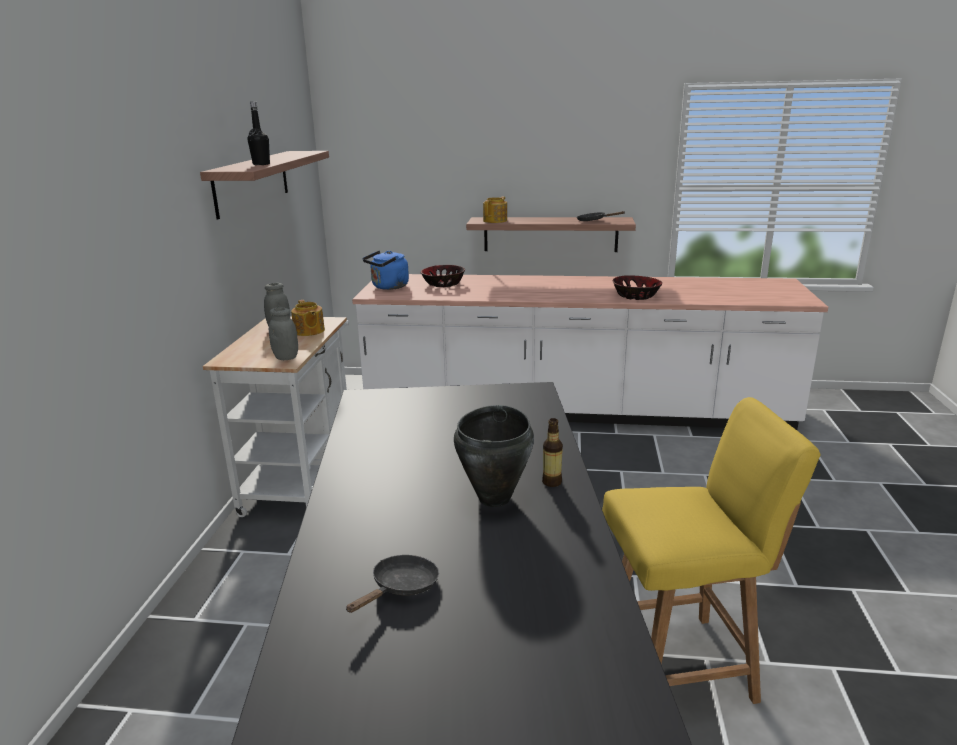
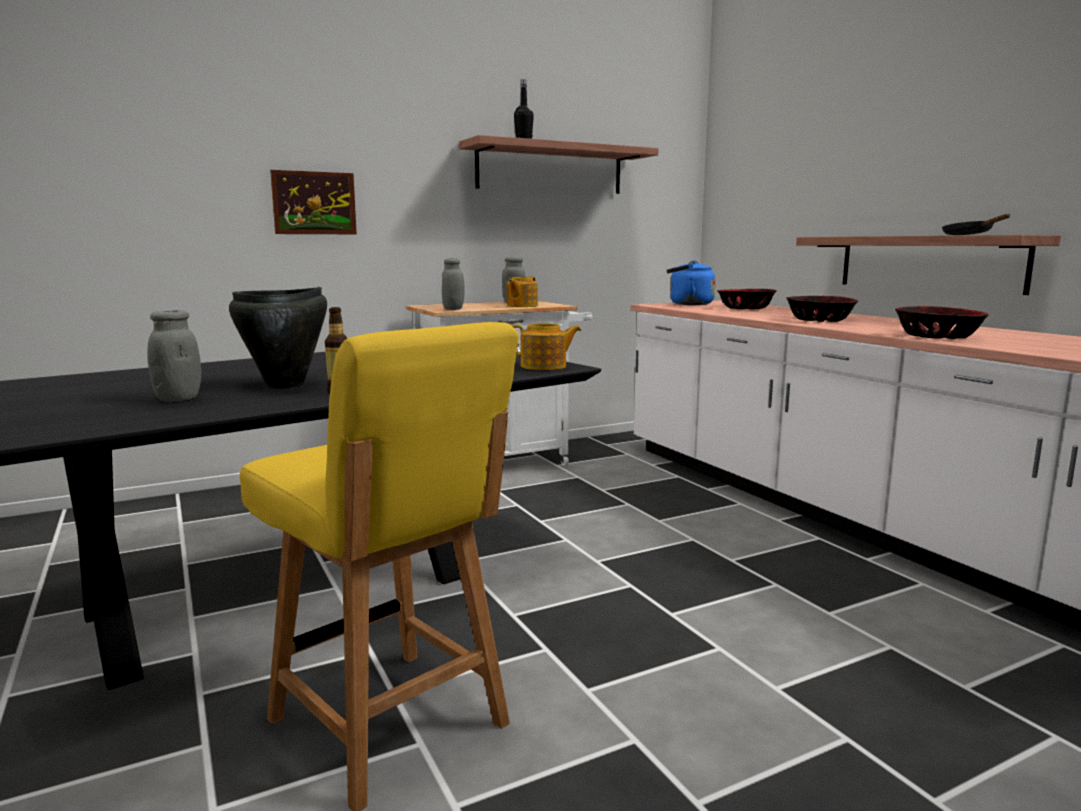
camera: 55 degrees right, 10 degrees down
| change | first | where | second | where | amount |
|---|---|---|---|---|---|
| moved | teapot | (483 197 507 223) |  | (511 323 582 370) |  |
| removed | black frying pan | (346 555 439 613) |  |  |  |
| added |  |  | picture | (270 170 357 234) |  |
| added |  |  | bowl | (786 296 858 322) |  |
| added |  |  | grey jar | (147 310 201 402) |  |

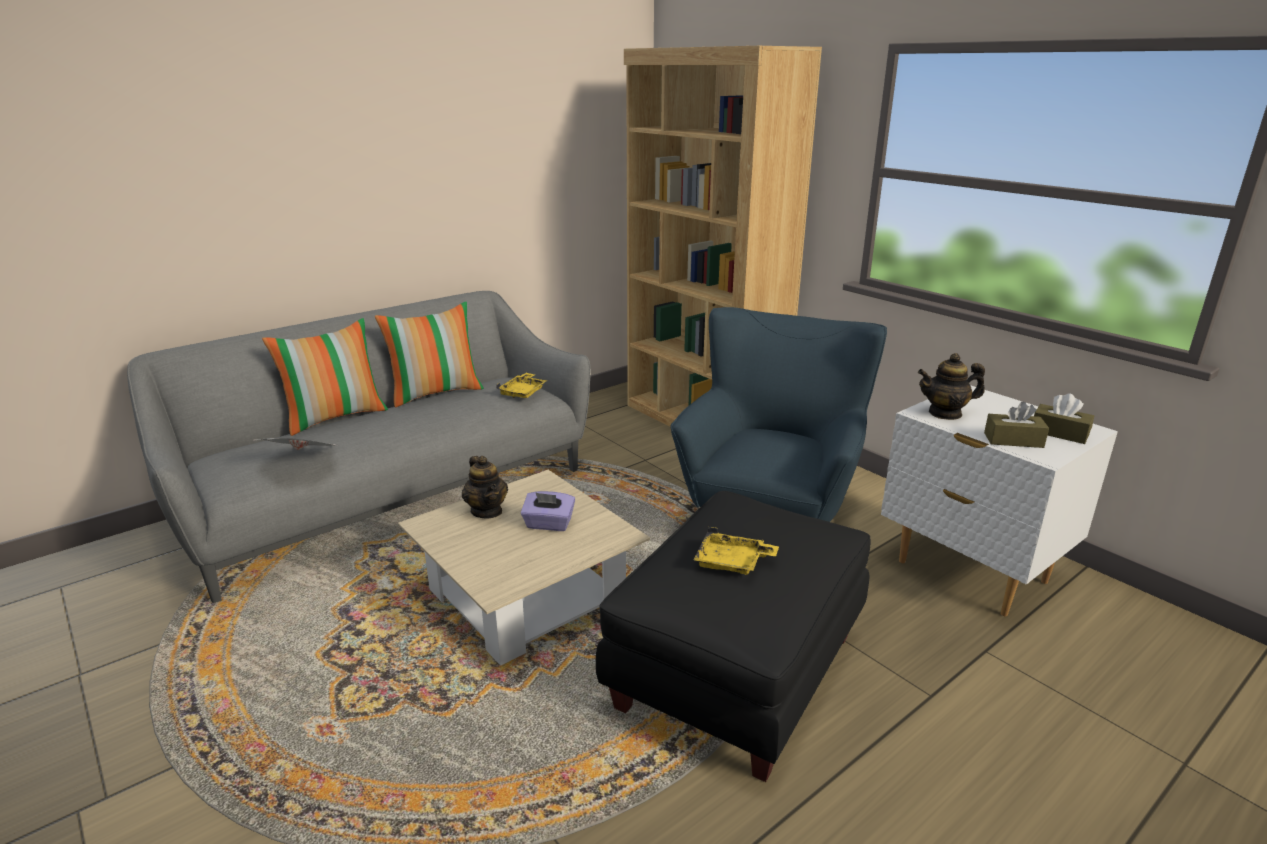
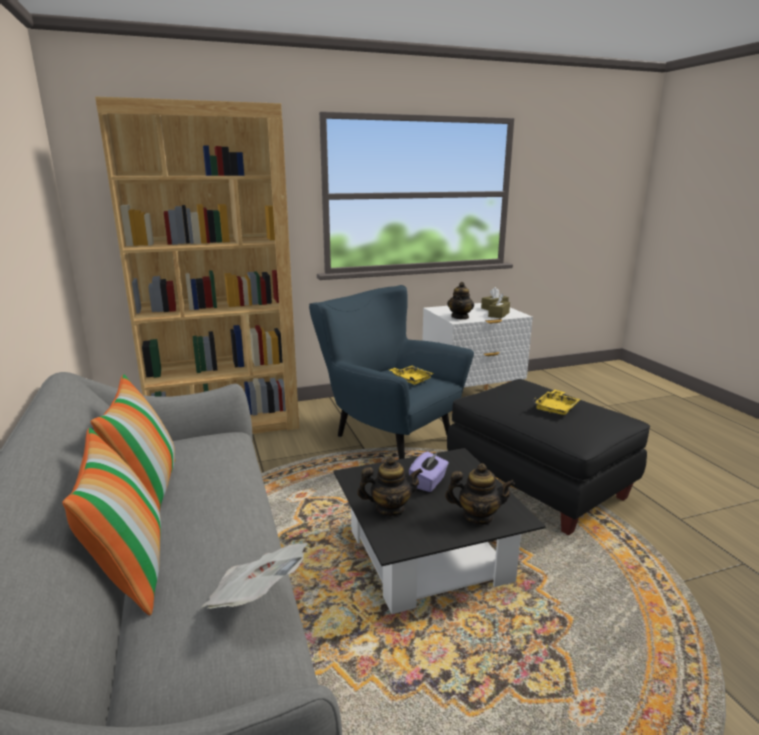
camera: 70 degrees left, 5 degrees down
| change | first | where | second | where | amount |
|---|---|---|---|---|---|
| moved | yellow tray | (496 373 547 398) |  | (390 366 433 385) |  |
| recoloured | beige coffee table | (398 470 650 666) | black coffee table | (333 448 546 614) |  |
| added |  |  | teapot | (445 463 515 525) |  |

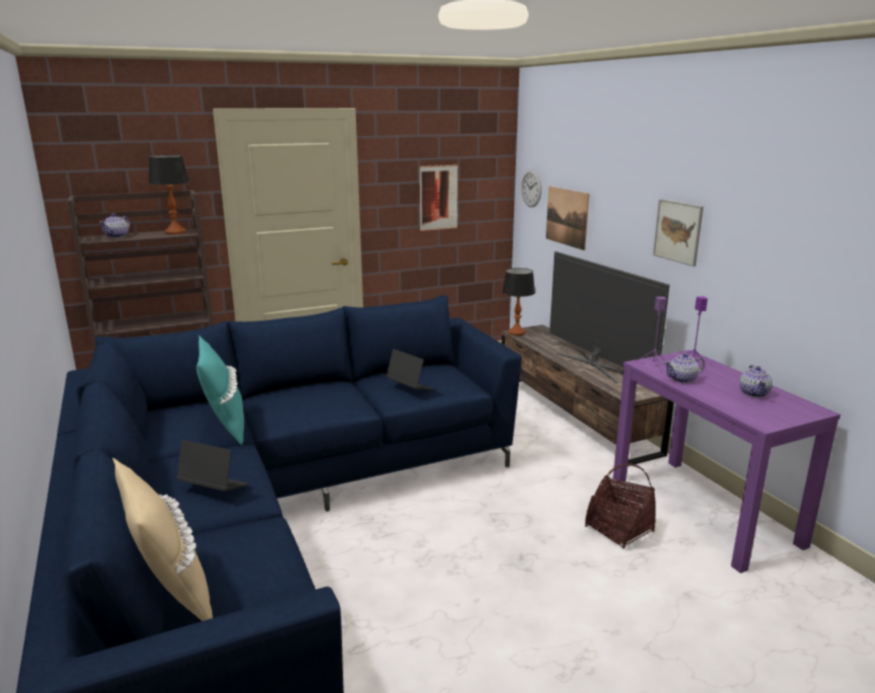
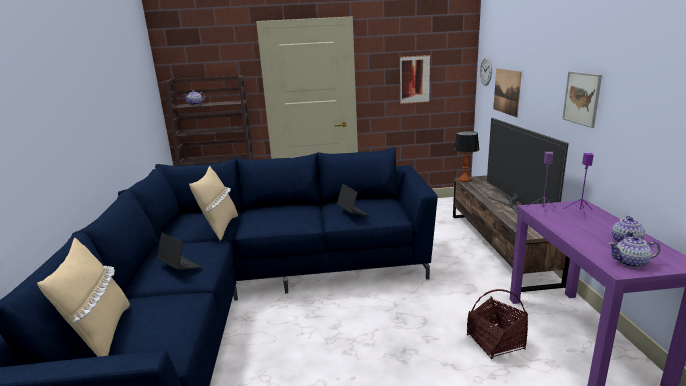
camera: 20 degrees right, 0 degrees up
| change | first | where | second | where | amount |
|---|---|---|---|---|---|
| removed | table lamp | (148 155 190 234) |  |  |  |
| recoloured | turquoise pillow | (197 335 244 445) | beige pillow | (189 166 238 241) |  |
| moved | teapot | (664 353 705 383) |  | (608 236 660 268) |  |

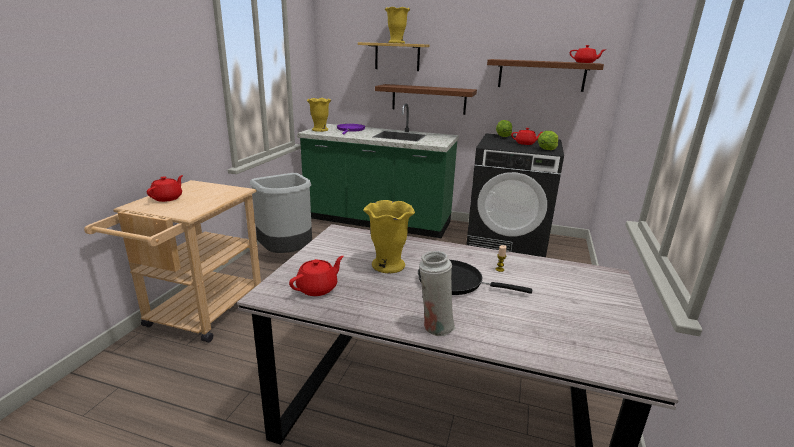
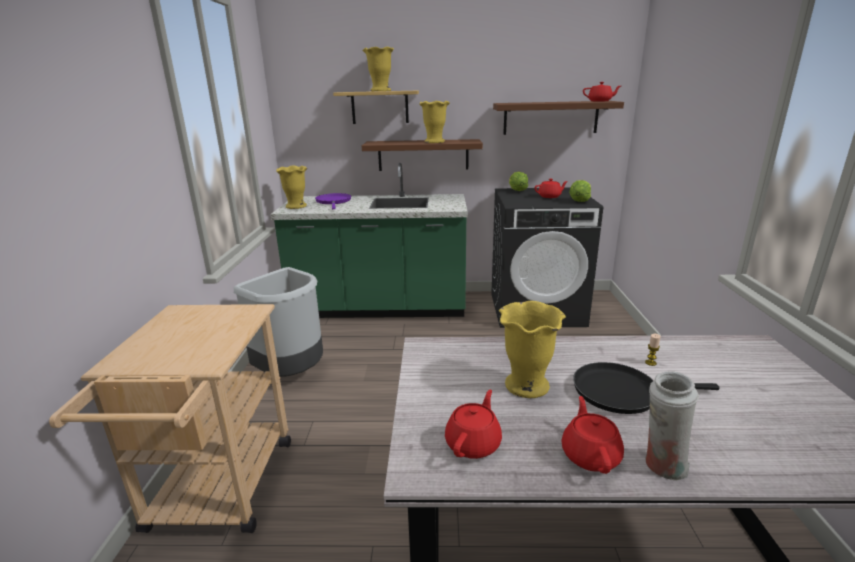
camera: 15 degrees left, 0 degrees up
| change | first | where | second | where | amount |
|---|---|---|---|---|---|
| moved | red teapot | (147 175 183 202) |  | (561 396 624 474) |  |
| added |  |  | yellow vase | (419 101 450 143) |  |

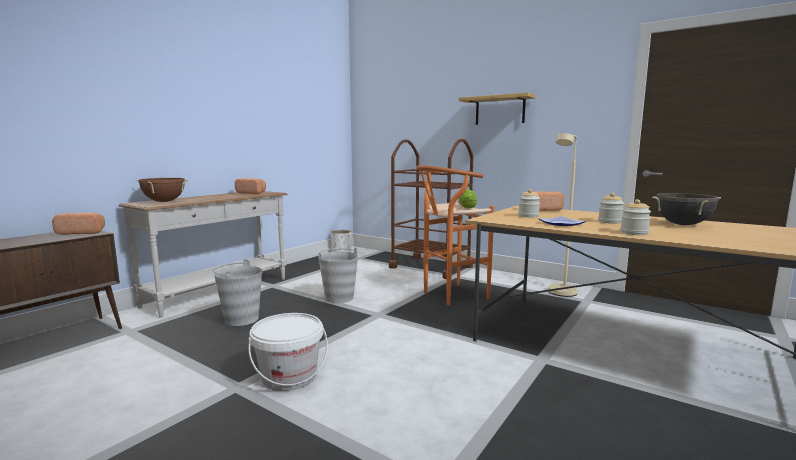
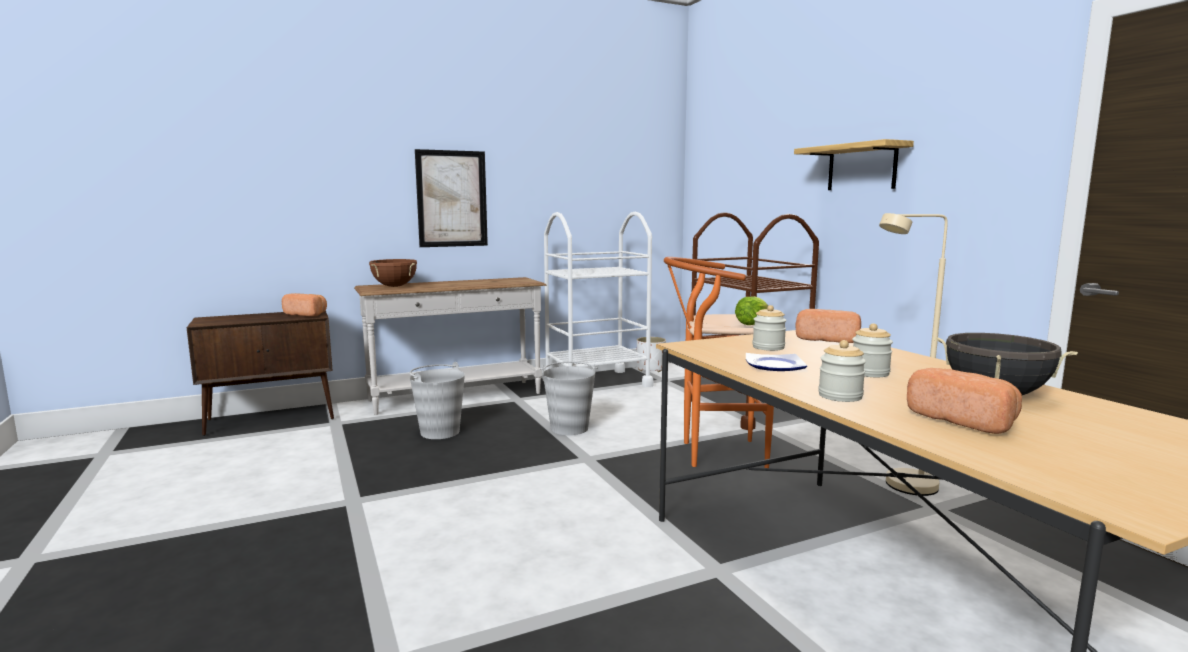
camera: 30 degrees right, 0 degrees up
| change | first | where | second | where | amount |
|---|---|---|---|---|---|
| moved | bread | (235 178 266 194) |  | (907 368 1022 434) |  |
| removed | white bucket | (248 313 328 391) |  |  |  |
| added |  |  | picture | (415 149 488 247) |  |
| added |  |  | white cart | (543 212 653 387) |  |

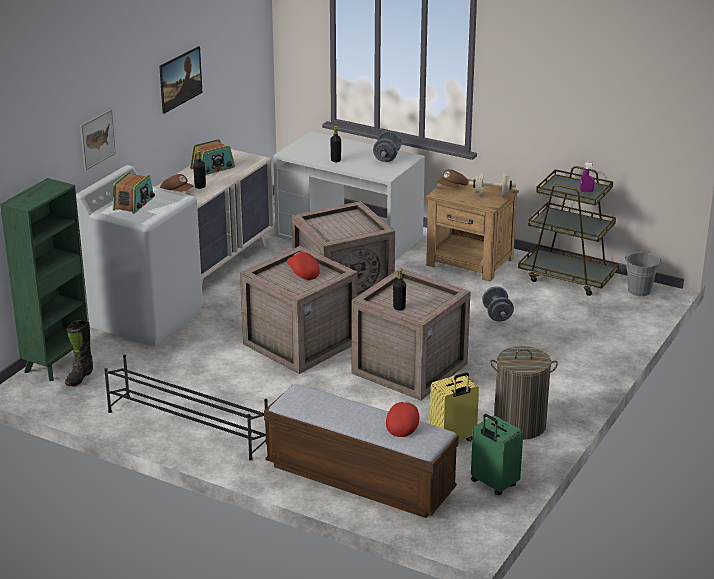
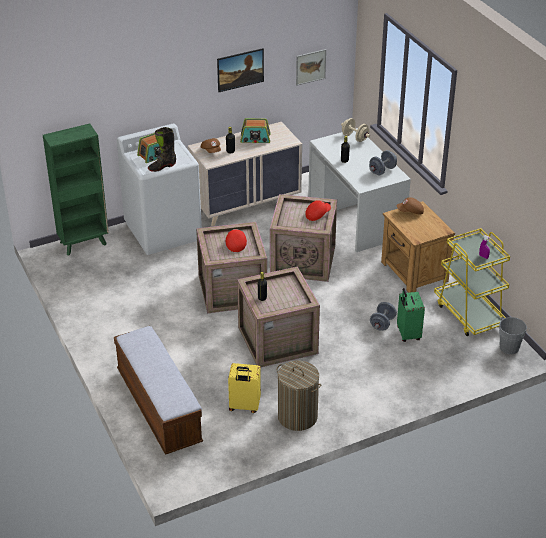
camera: 35 degrees right, 10 degrees up
| change | first | where | second | where | amount |
|---|---|---|---|---|---|
| moved | picture | (80 109 116 170) |  | (296 49 326 85) |  |
| recoloured | brown cart | (518 166 619 296) | yellow cart | (434 228 510 336) |  |
| moved | beige dumbbell | (469 171 516 198) |  | (341 118 370 142) |  |
| moved | black boot | (65 320 93 386) |  | (148 127 176 172) |  |
| removed | black shoe rack | (104 355 268 460) |  |  |  |
| moved | red cap | (386 401 419 437) |  | (305 200 331 221) |  |
| moved | green suitcase | (471 414 523 495) |  | (397 288 425 342) |  |

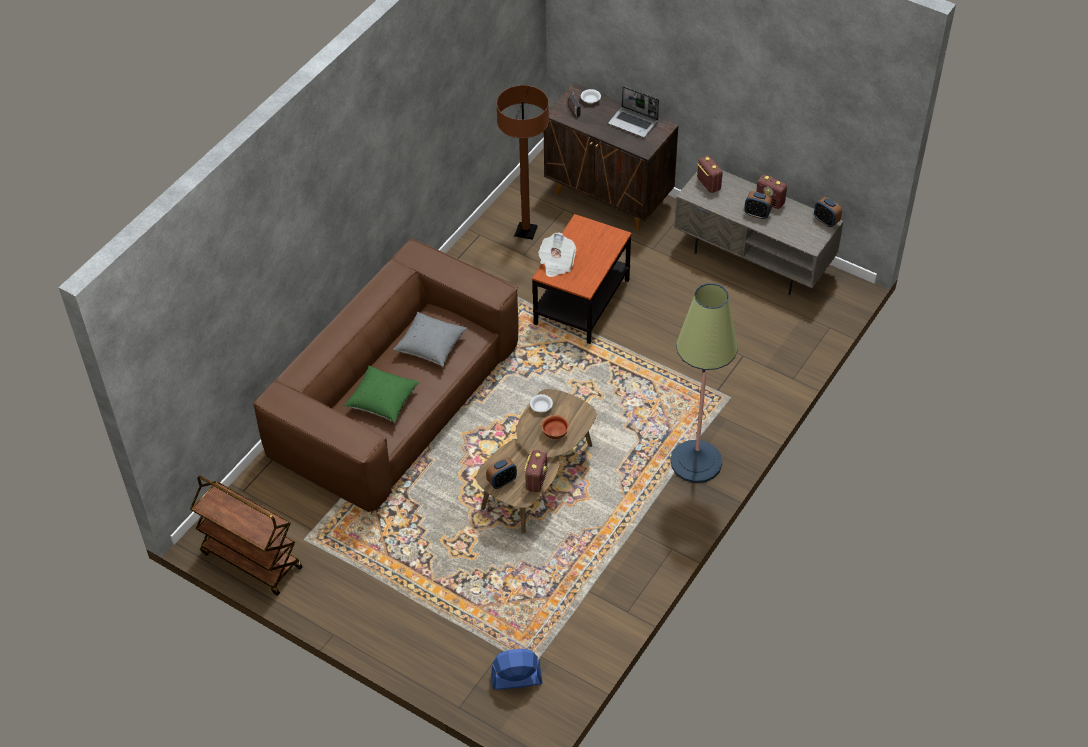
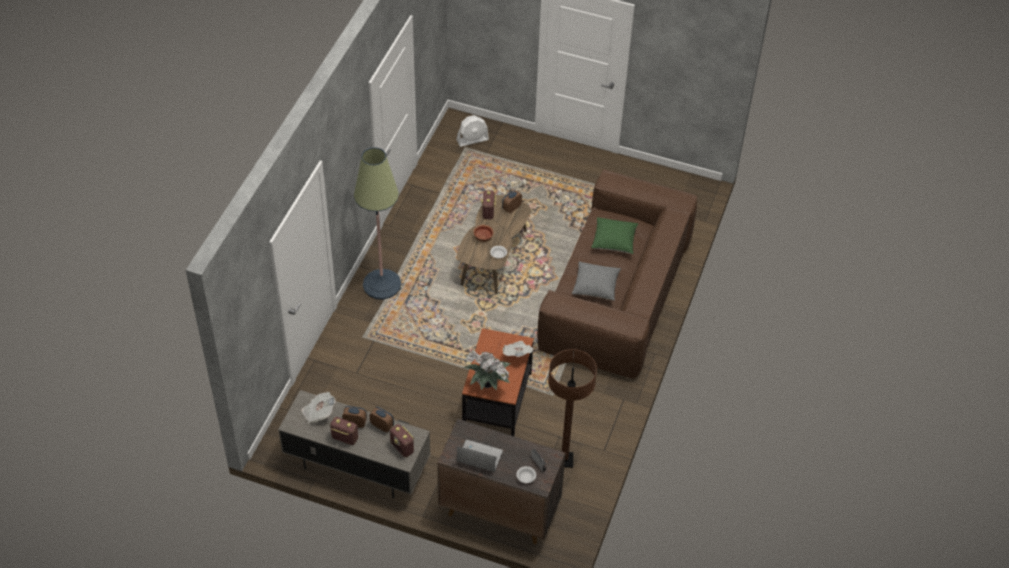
camera: 165 degrees right, 0 degrees up
| change | first | where | second | where | amount |
|---|---|---|---|---|---|
| moved | alarm clock | (814 197 842 227) |  | (370 407 394 432) |  |
| removed | brown cart | (190 476 303 596) |  |  |  |
| recoloured | blue fan | (491 649 542 690) | white fan | (456 115 489 147) |  |
| added |  |  | potted plant | (464 350 511 390) |  |
| added |  |  | newspaper | (301 392 336 424) |  |

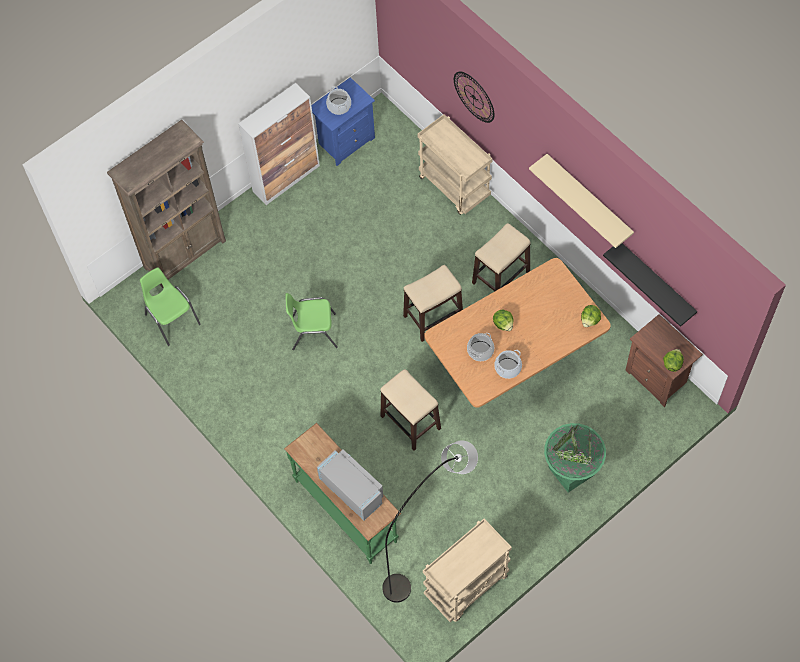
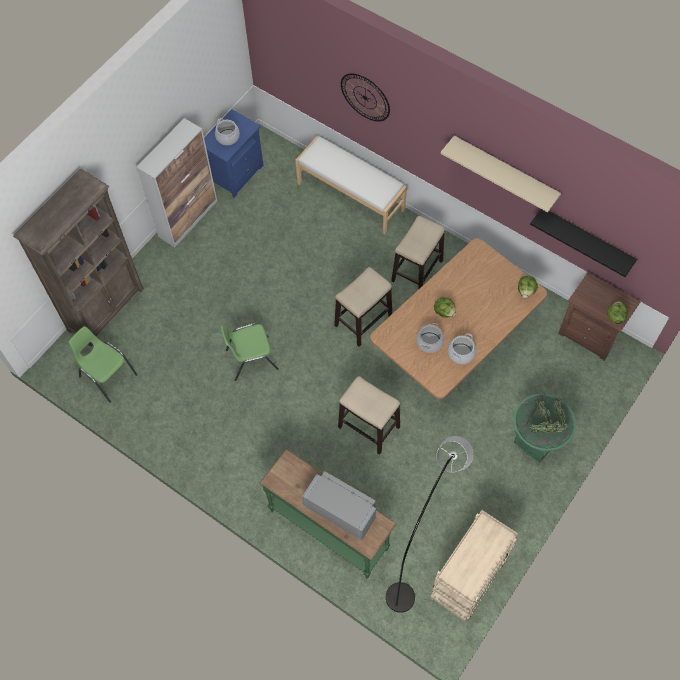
camera: 15 degrees left, 0 degrees up
| change | first | where | second | where | amount |
|---|---|---|---|---|---|
| replaced | beige cart | (418 114 493 215) | white bench | (295 136 407 235) |  |

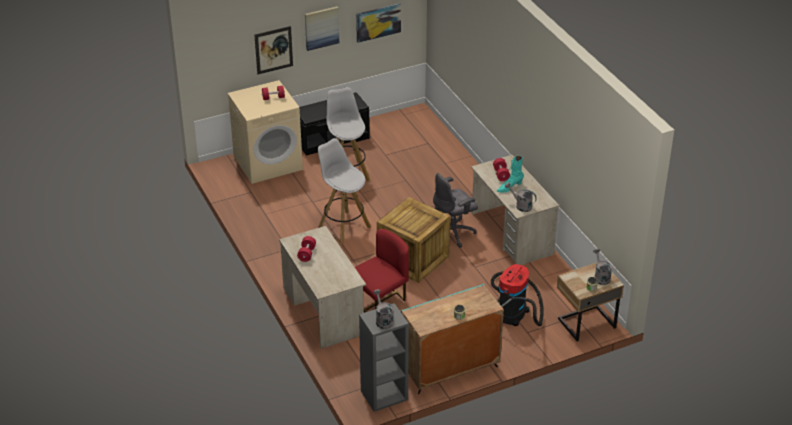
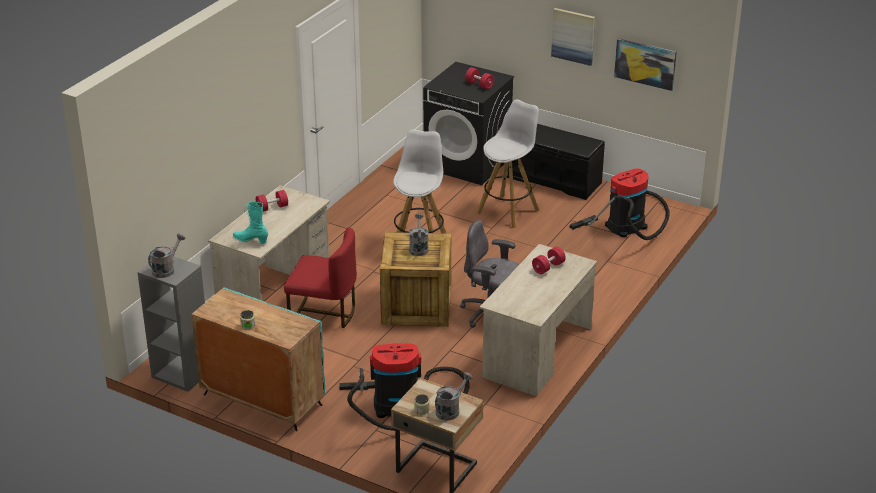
camera: 55 degrees right, 5 degrees down
| change | first | where | second | where | amount |
|---|---|---|---|---|---|
| removed | picture | (254 26 293 74) |  |  |  |
| recoloured | beige washing machine | (228 80 303 184) | black washing machine | (423 62 514 185) |  |
| moved | turquoise boot | (497 156 524 193) |  | (233 202 268 244) |  |
| moved | grey watering can | (505 182 537 212) |  | (409 213 429 256) |  |
| added |  |  | vacuum cleaner | (570 168 670 240) |  |

